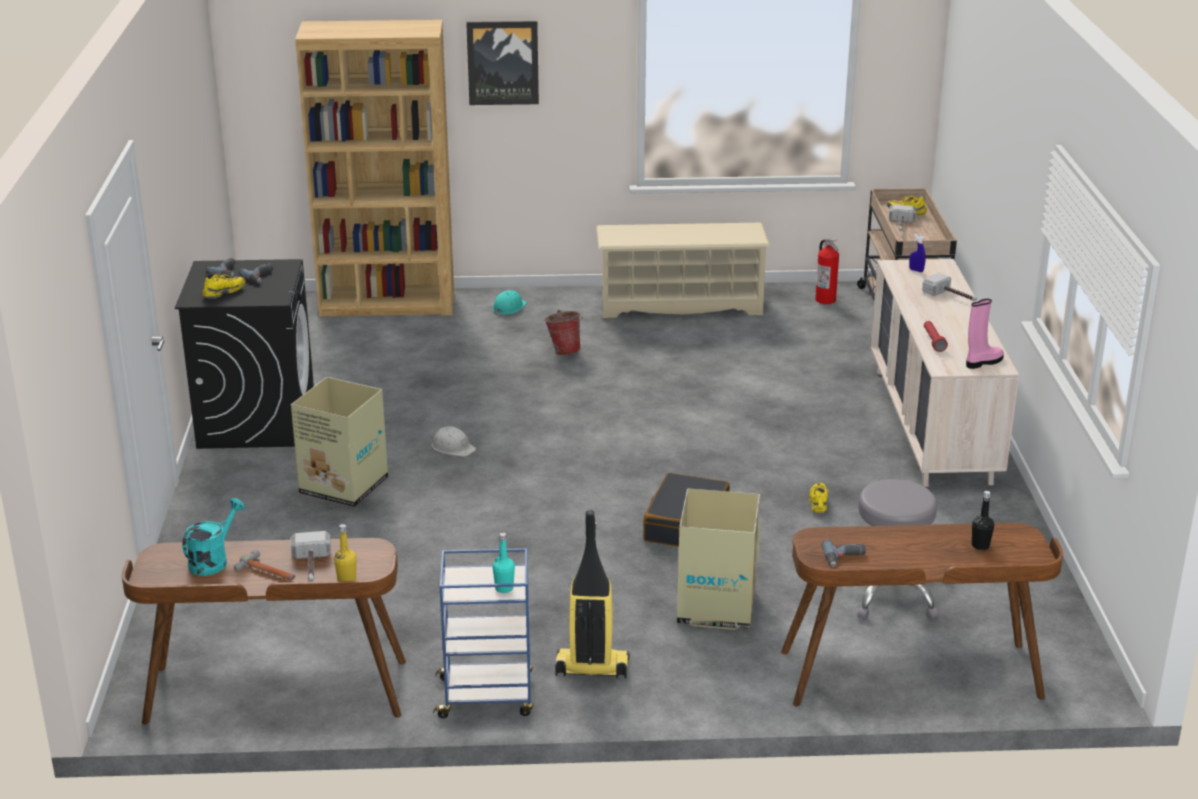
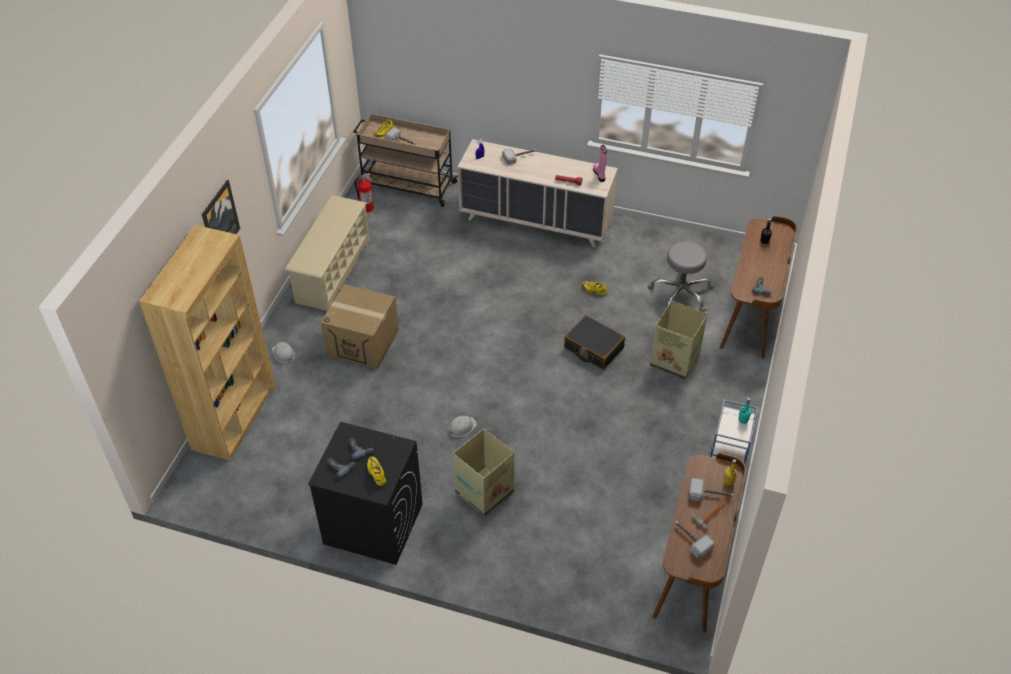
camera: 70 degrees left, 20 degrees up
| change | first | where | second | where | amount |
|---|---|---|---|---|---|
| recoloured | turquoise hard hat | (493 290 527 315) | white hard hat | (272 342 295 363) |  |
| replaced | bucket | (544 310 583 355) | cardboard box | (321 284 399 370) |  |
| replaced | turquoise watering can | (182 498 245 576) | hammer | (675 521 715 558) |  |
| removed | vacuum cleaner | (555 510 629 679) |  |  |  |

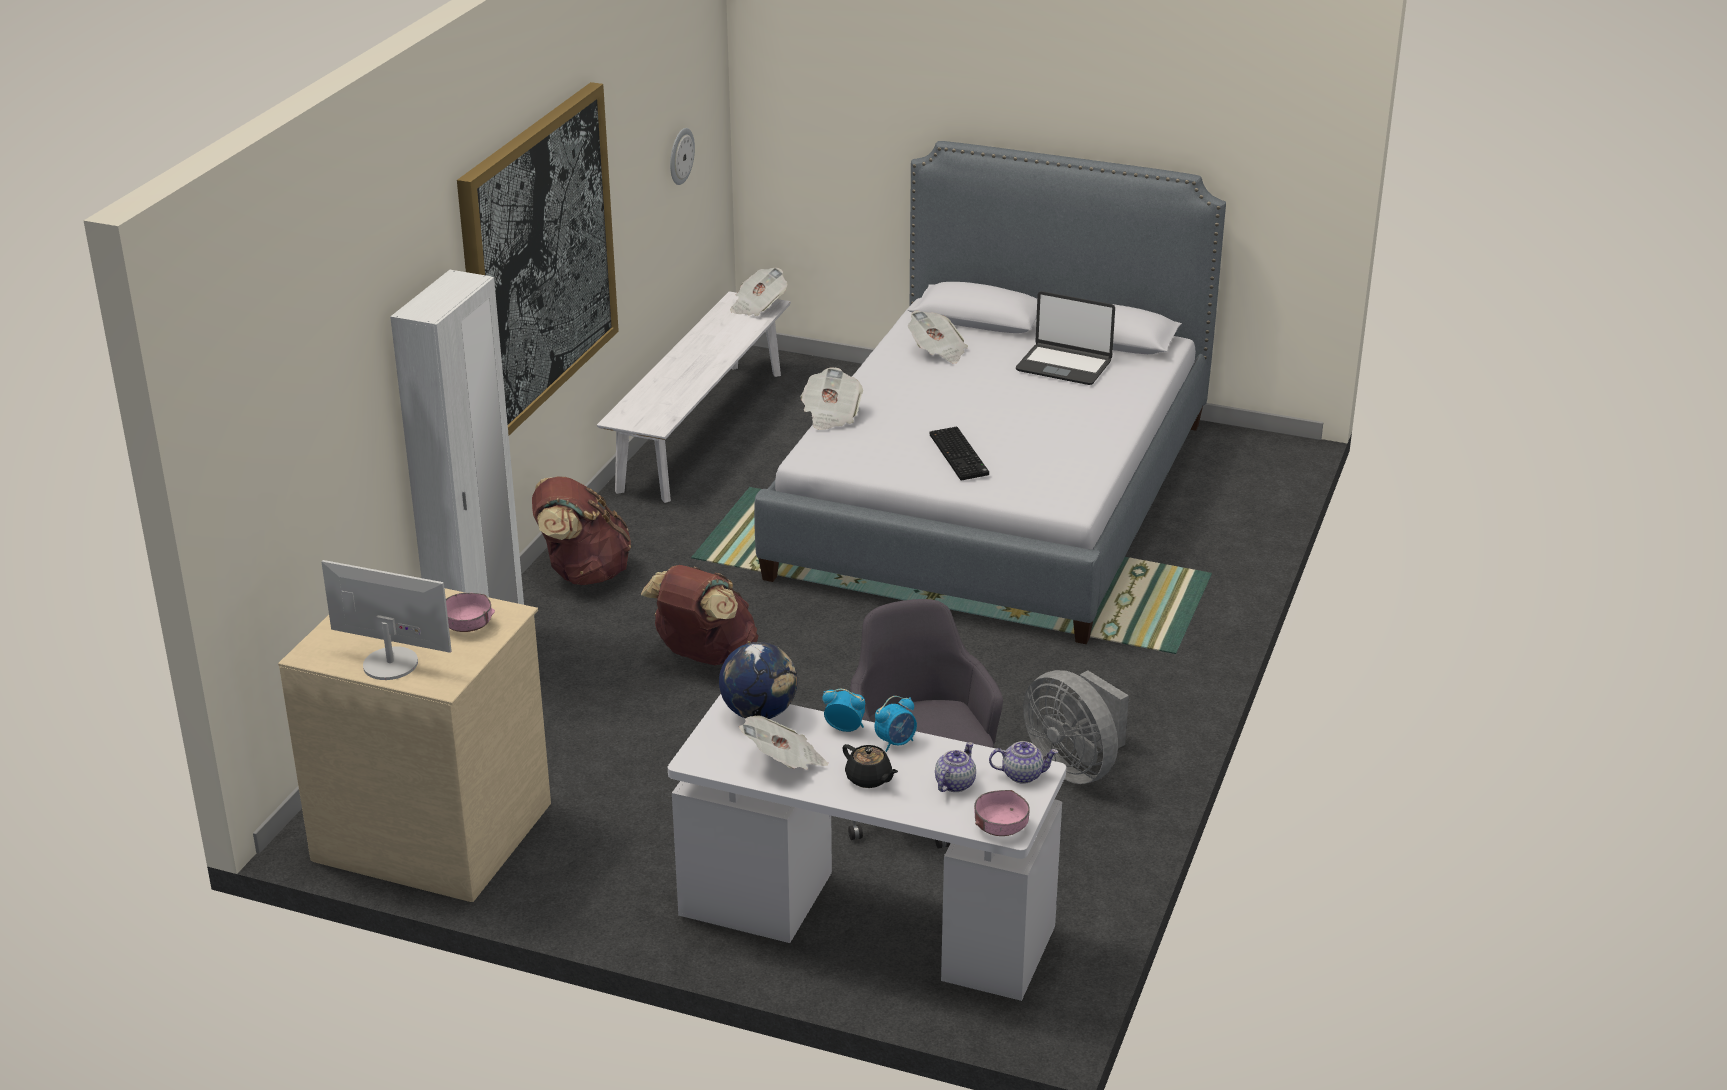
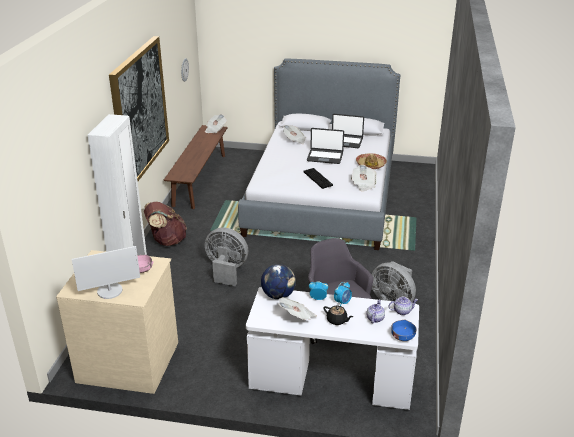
camera: 10 degrees left, 0 degrees up
| change | first | where | second | where | amount |
|---|---|---|---|---|---|
| recoloured | white bench | (597 291 791 503) | brown bench | (164 125 228 209) |  |
| moved | newspaper | (801 367 863 430) |  | (351 165 377 192) |  |
| turned | monitor | (321 560 452 680) |  | (72 246 140 299) | 150 degrees clockwise |
| replaced | brown backpack | (641 565 758 665) | grey fan | (205 227 248 286) |  |
| recoloured | pink bowl | (974 790 1030 836) | blue bowl | (391 320 416 341) |  |
| added |  |  | laptop | (307 128 344 164) |  |
| added |  |  | hat | (356 154 387 169) |  |

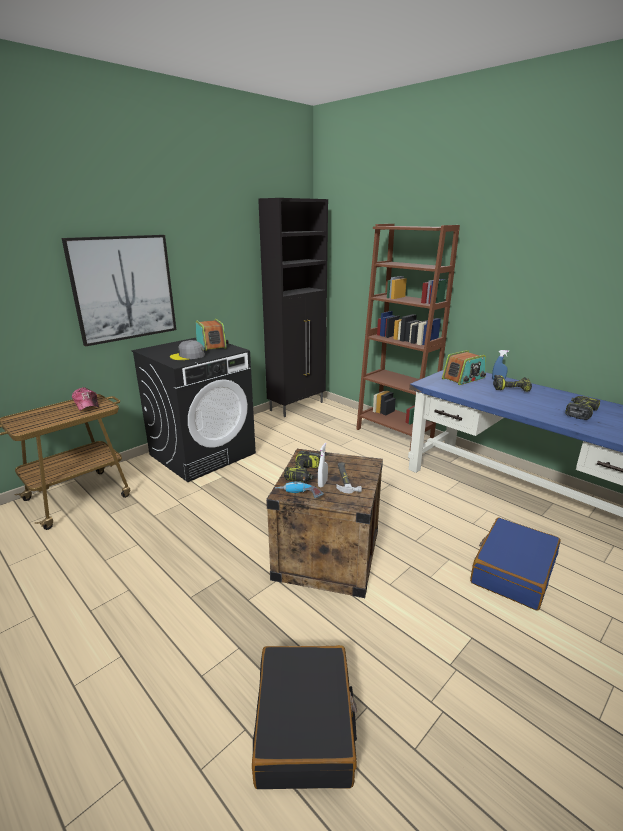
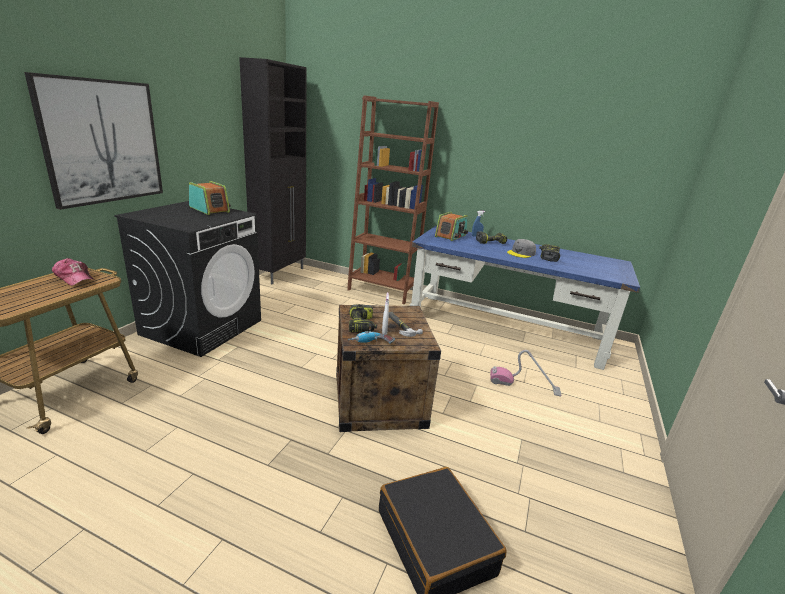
camera: 25 degrees left, 0 degrees up
| change | first | where | second | where | amount |
|---|---|---|---|---|---|
| moved | grey cap | (170 340 205 360) |  | (507 239 536 258) |  |
| replaced | blue suitcase | (470 518 561 611) | vacuum cleaner | (490 350 561 397) |  |

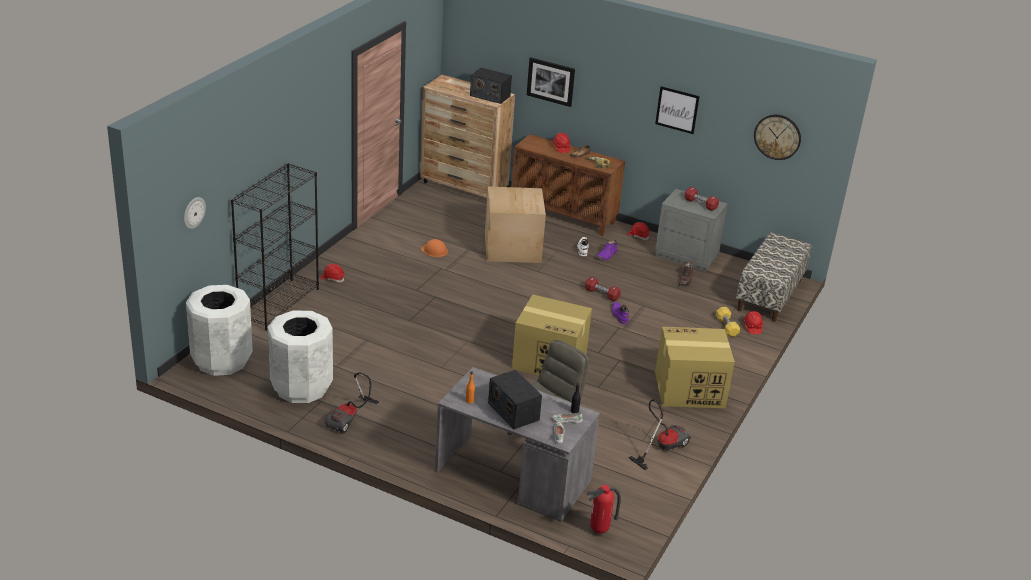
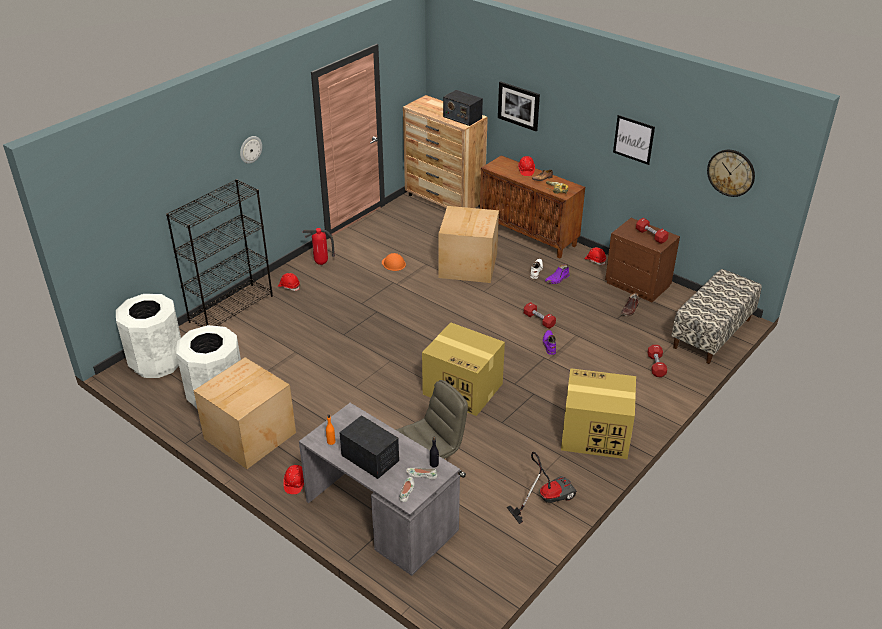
camera: 15 degrees right, 5 degrees up
| change | first | where | second | where | amount |
|---|---|---|---|---|---|
| recoloured | grey nightstand | (655 189 728 271) | brown nightstand | (605 218 680 302) |  |
| moved | wall clock | (184 197 206 229) |  | (240 136 262 164) |  |
| recoloured | yellow dumbbell | (716 307 740 337) | red dumbbell | (647 345 667 377) |  |
| moved | red hard hat | (744 311 763 334) |  | (283 465 304 494) |  |
| turned | radio | (488 370 542 429) |  | (339 415 399 479) | 150 degrees clockwise |
| replaced | vacuum cleaner | (325 372 379 434) | cardboard box | (194 357 296 469) |  |
| moved | fire extinguisher | (586 485 621 534) |  | (303 228 335 265) |  |

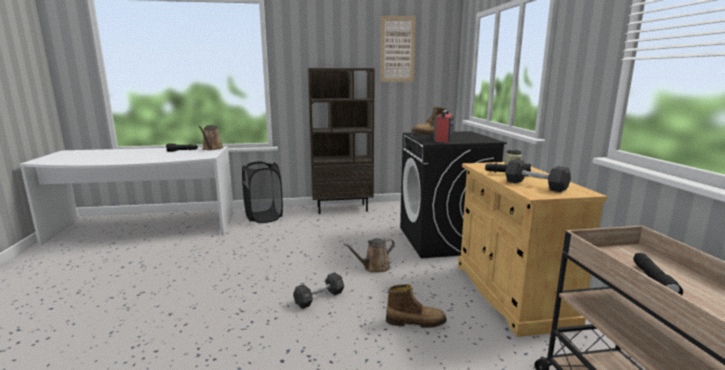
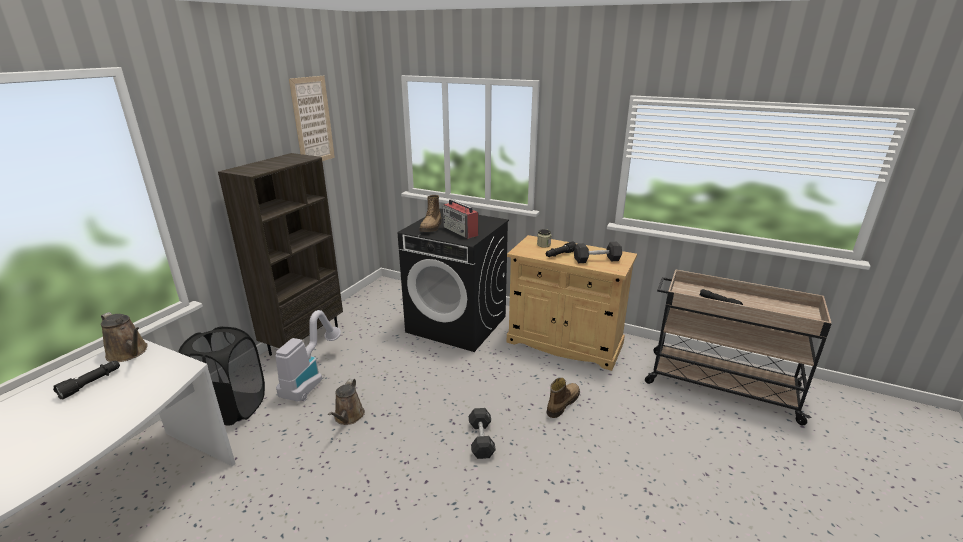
camera: 55 degrees left, 10 degrees up
| change | first | where | second | where | amount |
|---|---|---|---|---|---|
| moved | brown watering can | (343 238 395 273) |  | (328 379 365 425) |  |
| added |  |  | vacuum cleaner | (275 310 341 401) |  |

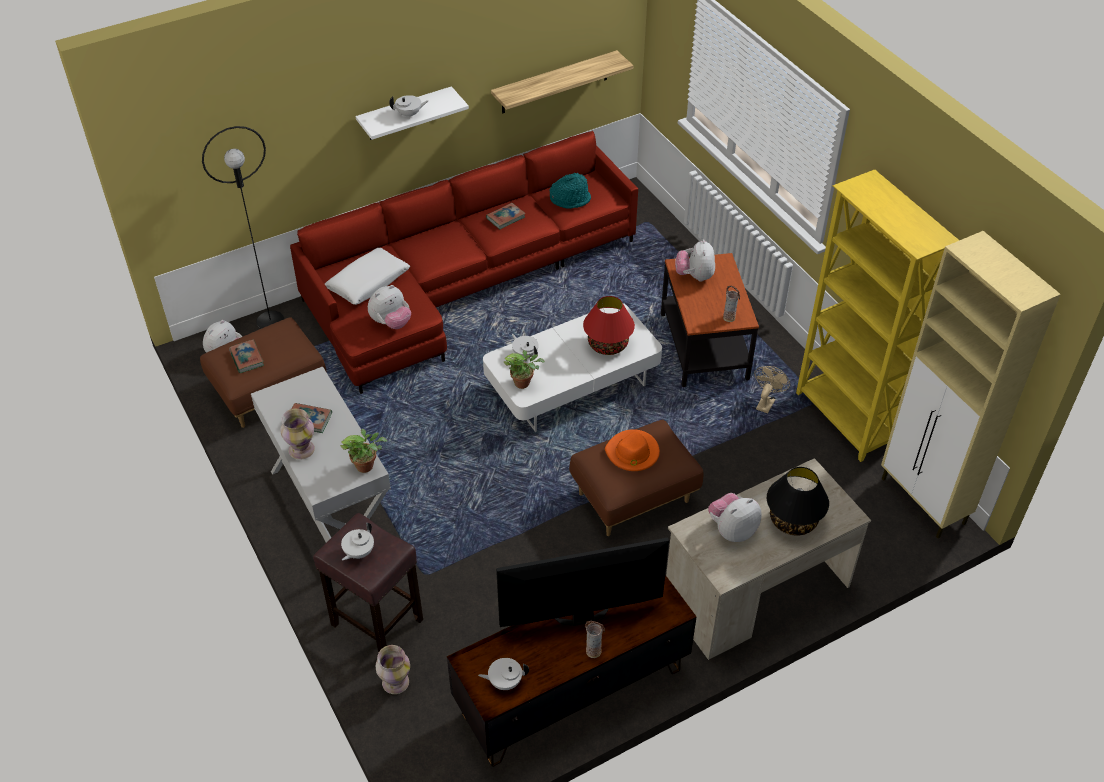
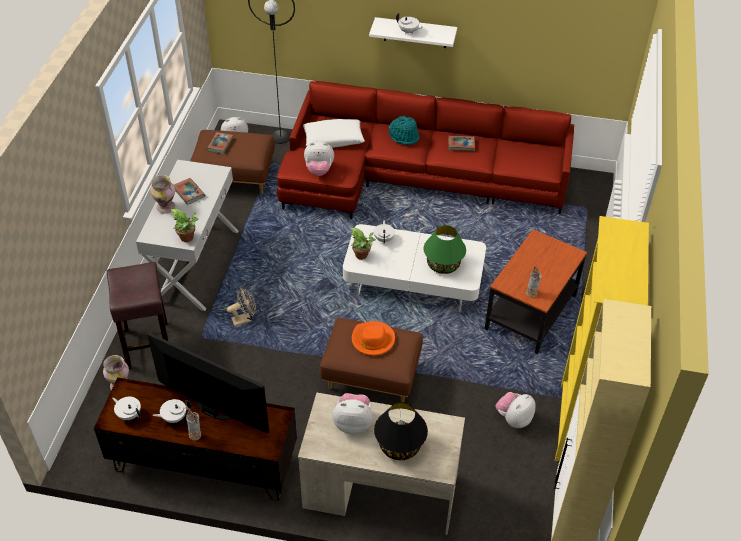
camera: 40 degrees right, 0 degrees up
| change | first | where | second | where | amount |
|---|---|---|---|---|---|
| removed | shelf | (491 50 633 113) |  |  |  |
| moved | turquoise hat | (550 173 591 209) |  | (389 116 419 145) |  |
| moved | plush toy | (675 239 715 282) |  | (496 392 536 428) |  |
| recoloured | red table lamp | (583 296 635 355) | green table lamp | (424 225 466 274) |  |
| moved | beige fan | (754 366 790 413) |  | (227 288 256 326) |  |
| moved | white teapot | (341 523 374 561) |  | (153 399 191 423) |  |

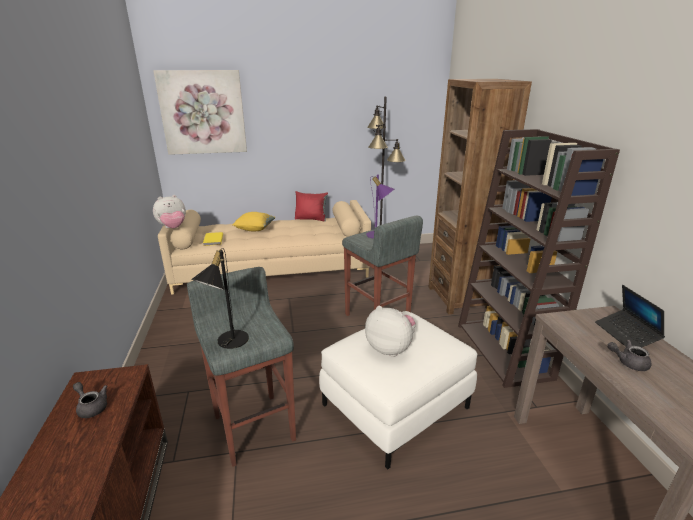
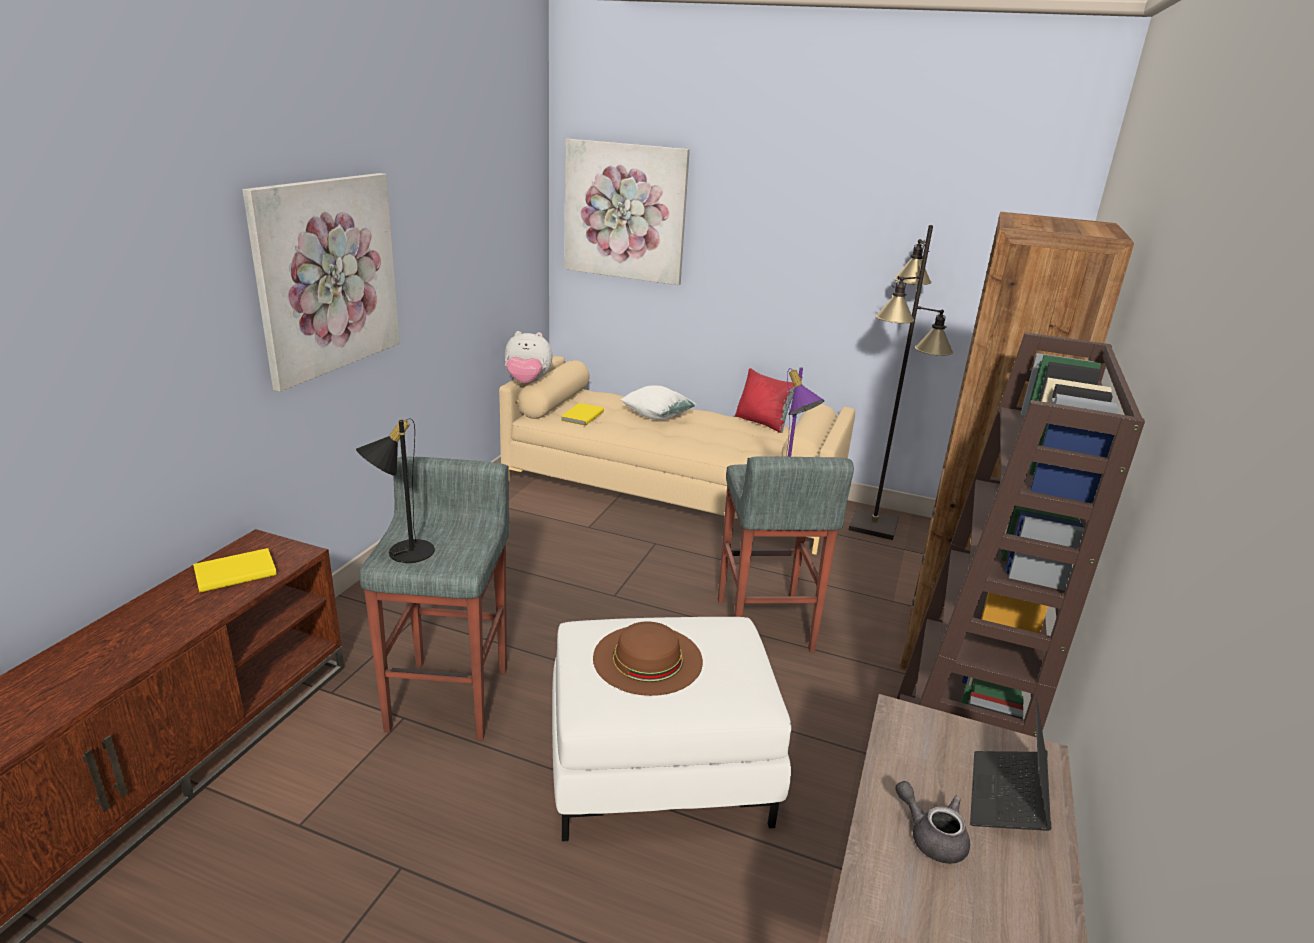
camera: 30 degrees right, 0 degrees up
| change | first | where | second | where | amount |
|---|---|---|---|---|---|
| recoloured | yellow pillow | (233 212 276 231) | white pillow | (620 385 697 420) |  |
| replaced | plush toy | (365 306 416 357) | brown hat | (593 622 703 696) |  |
| replaced | grey teapot | (73 382 107 418) | yellow book | (193 548 277 593) |  |
| added |  |  | picture | (242 173 400 392) |  |

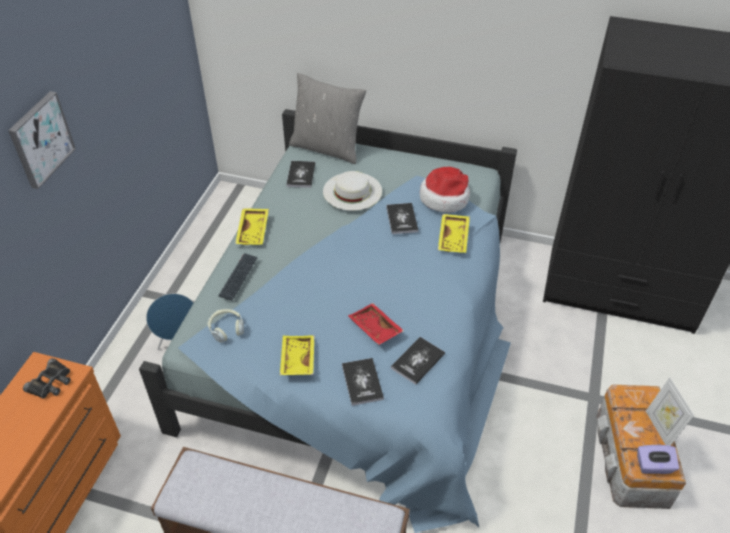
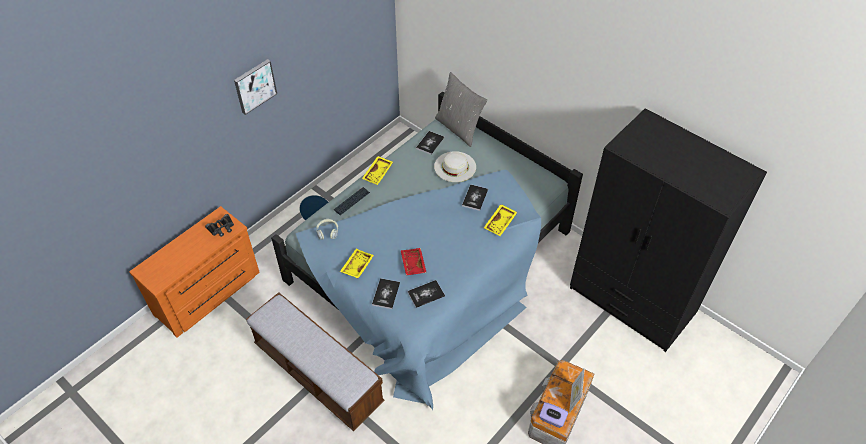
camera: 25 degrees right, 5 degrees up
| change | first | where | second | where | amount |
|---|---|---|---|---|---|
| removed | hat | (420 167 470 213) |  |  |  |

